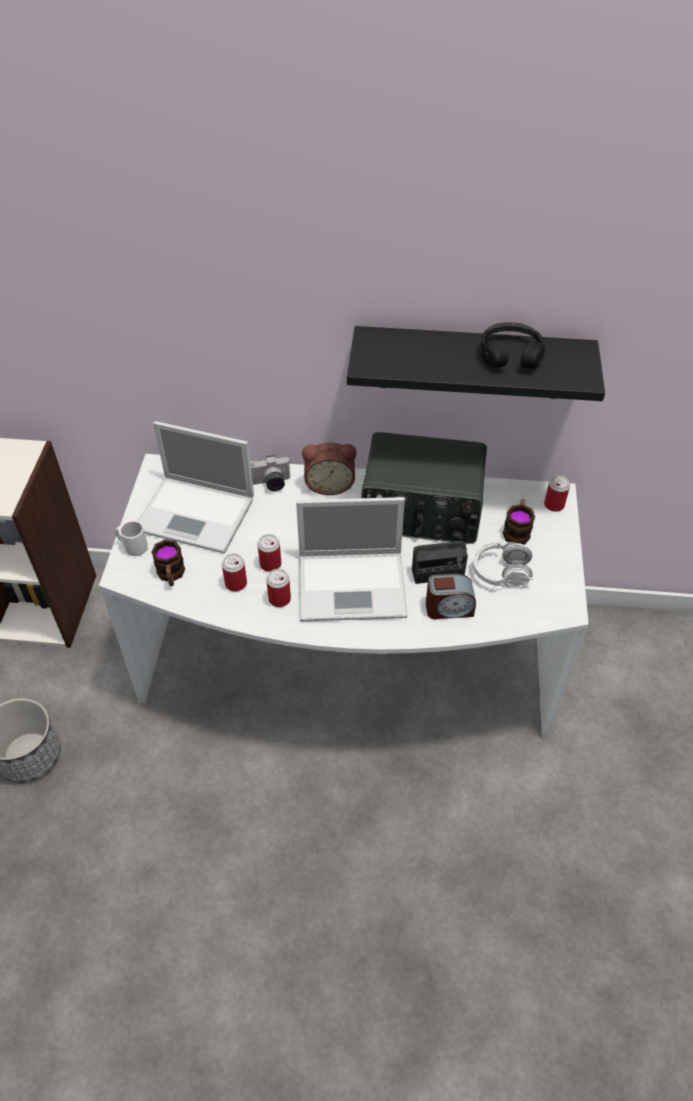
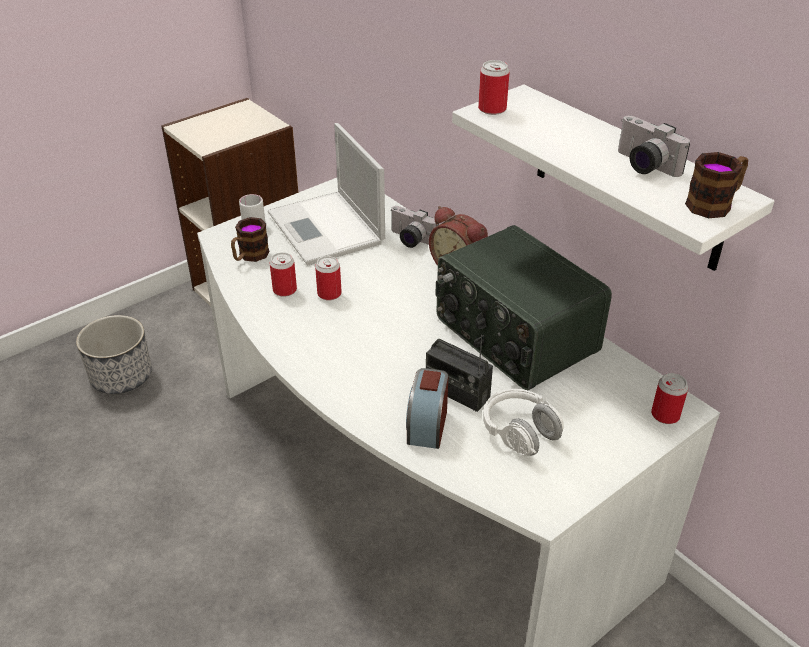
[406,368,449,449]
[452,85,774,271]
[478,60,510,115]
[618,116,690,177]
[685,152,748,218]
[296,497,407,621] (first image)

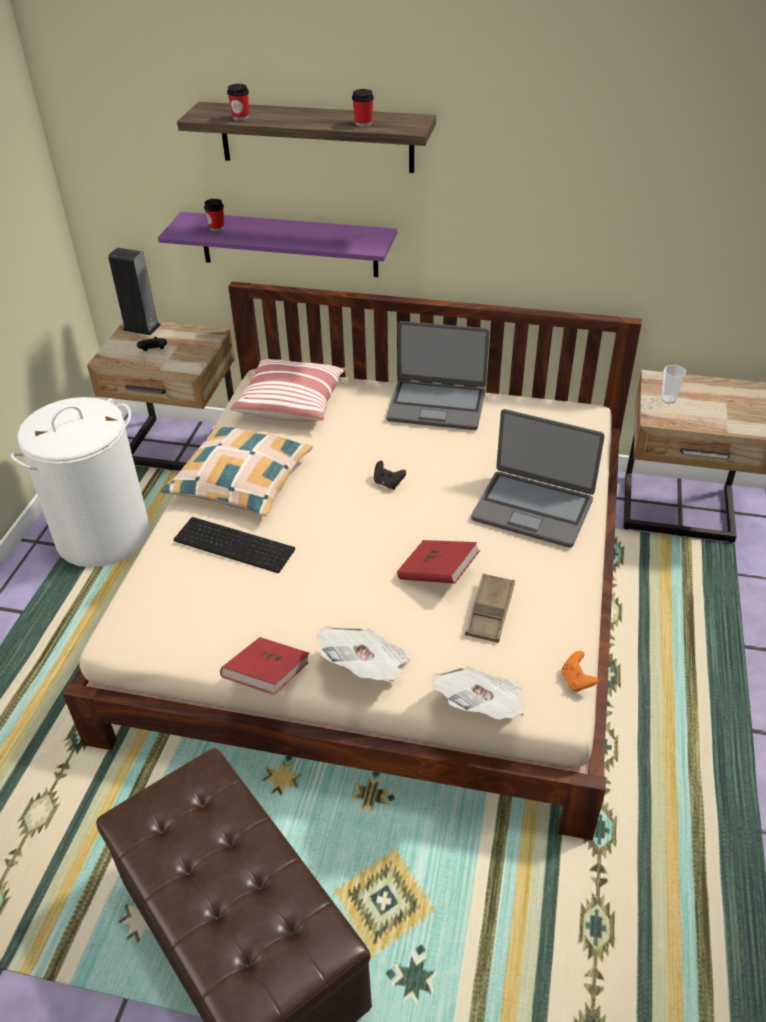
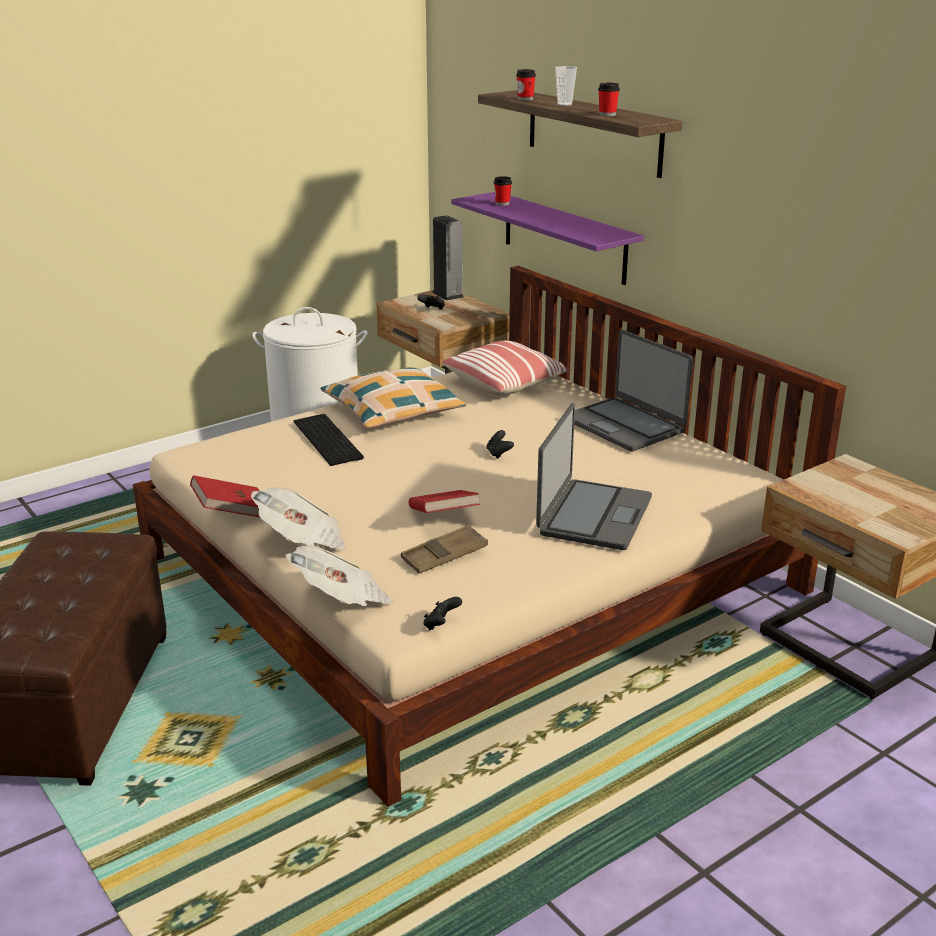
[424,597,462,630]
[536,403,652,550]
[555,66,577,106]

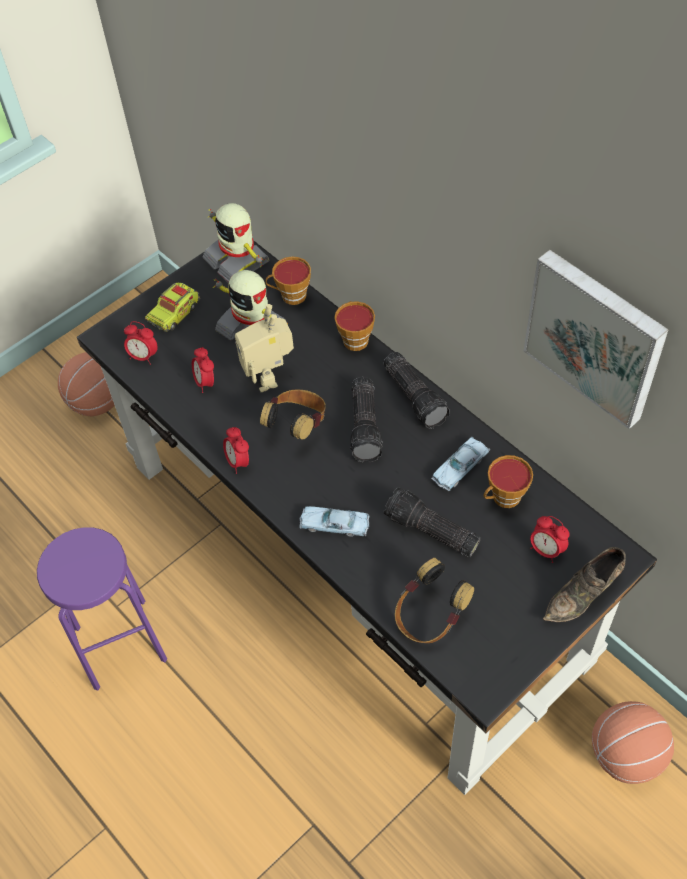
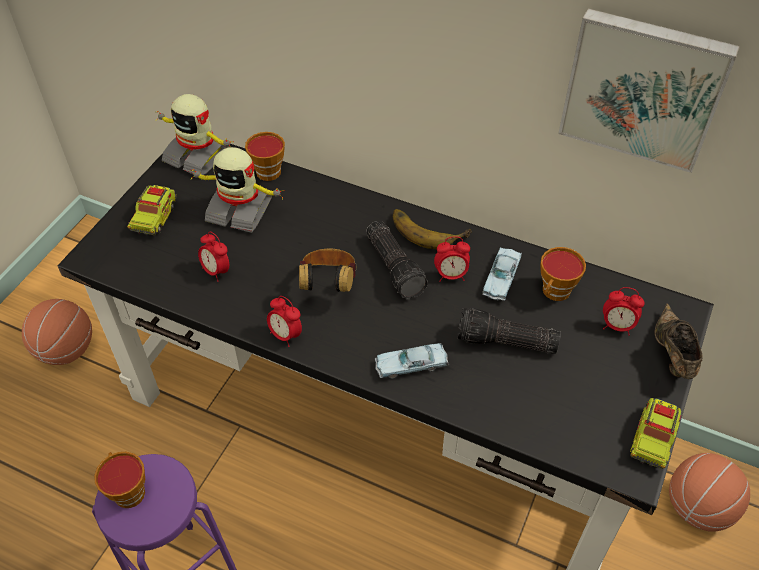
[94,452,145,508]
[393,209,472,249]
[434,236,470,282]
[630,398,681,469]
[654,303,703,379]
[235,304,294,393] (first image)
[395,558,474,643] (first image)

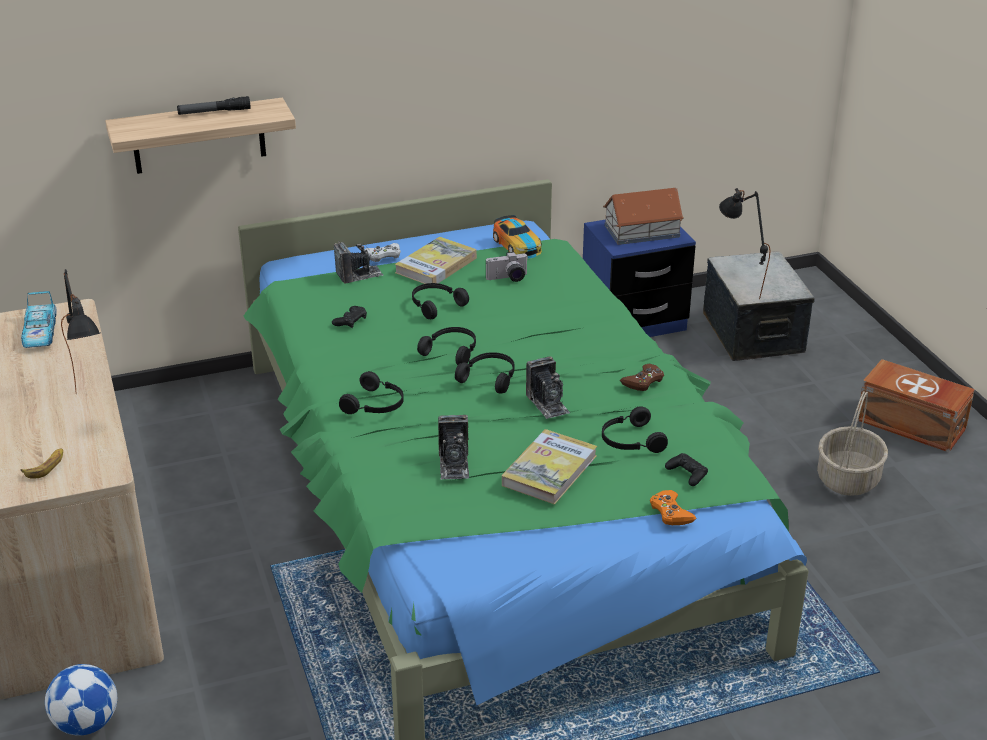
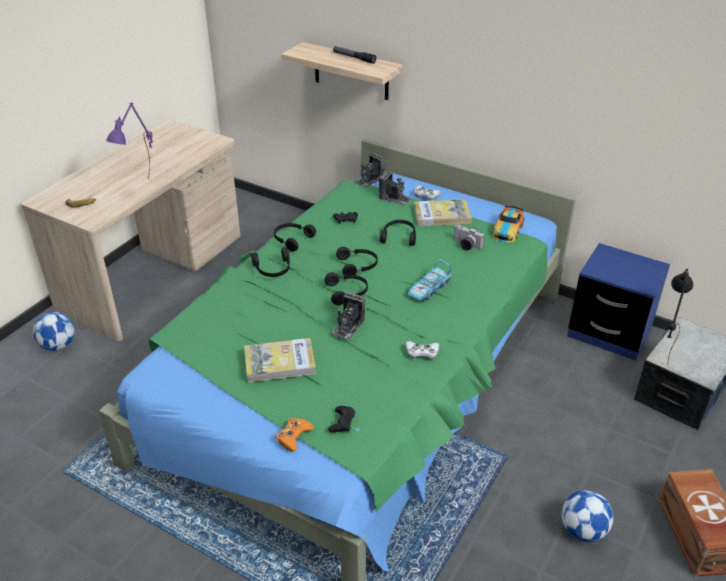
[106,102,153,179]
[274,223,316,251]
[355,153,385,188]
[406,341,439,360]
[408,259,451,301]
[562,490,613,542]
[603,188,684,245] (first image)

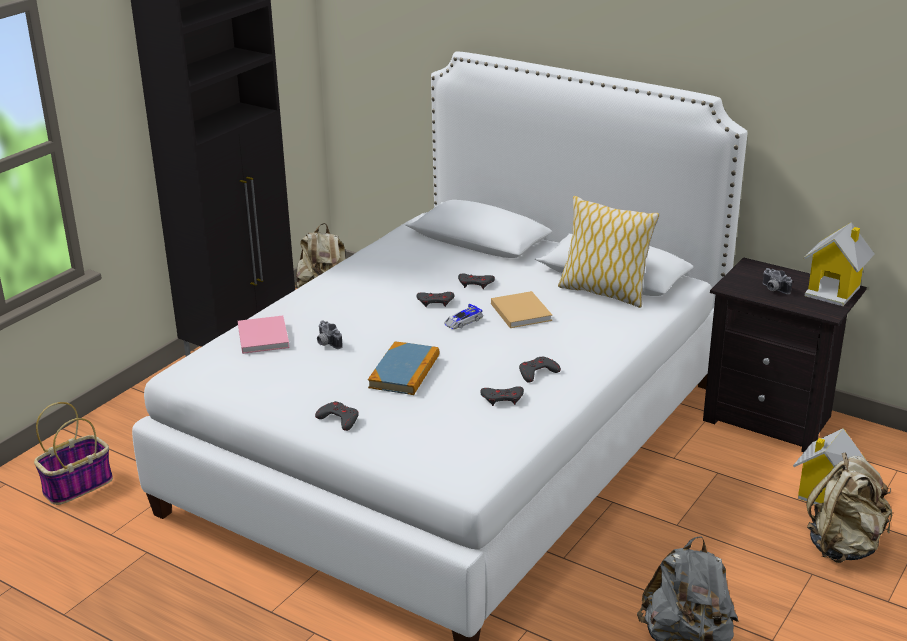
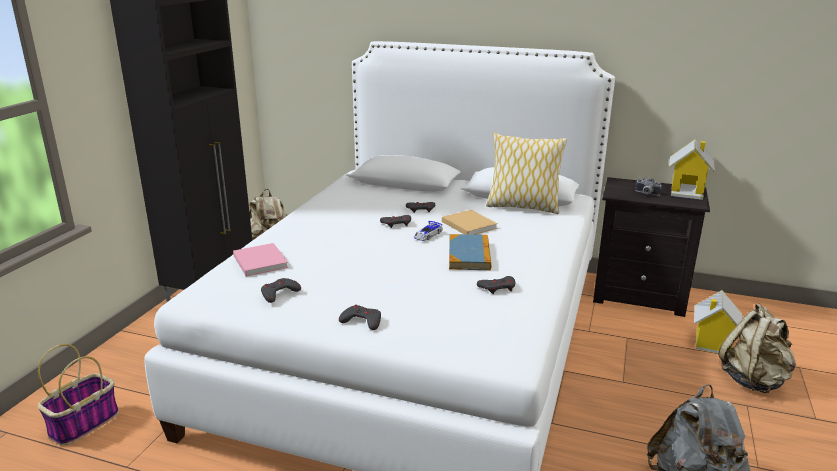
[261,278,301,303]
[449,234,492,270]
[317,321,343,349] (first image)

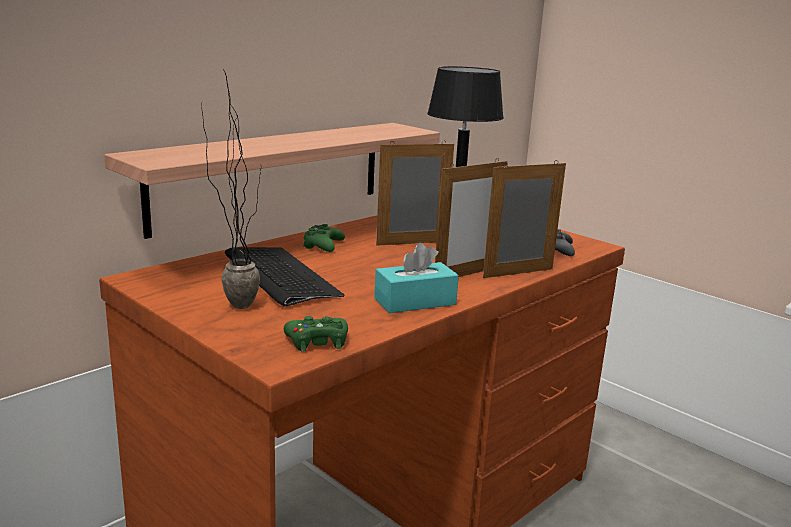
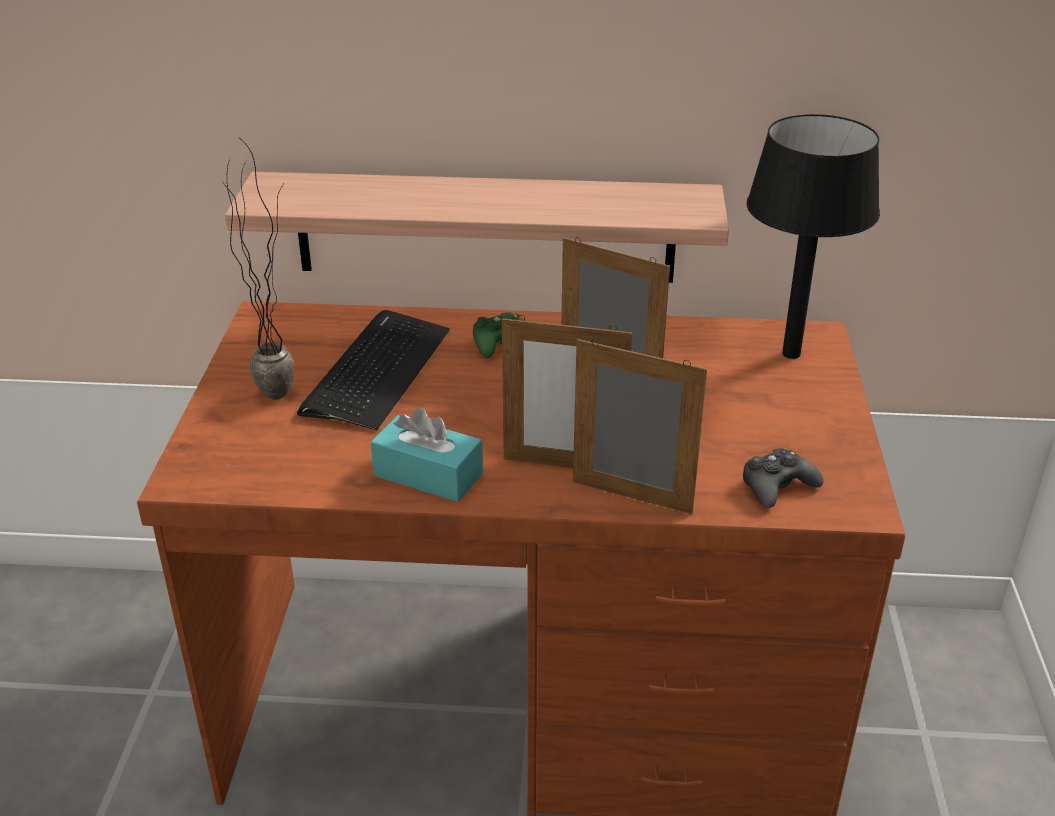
[284,316,348,351] (first image)

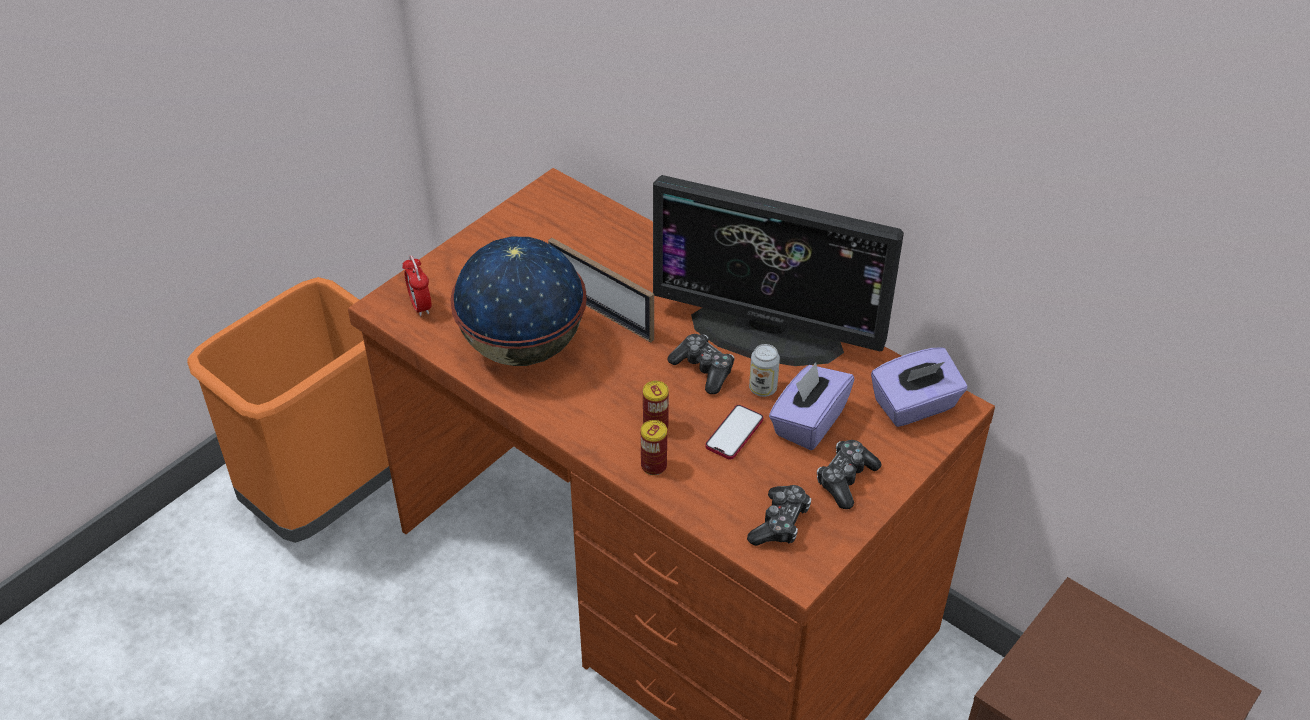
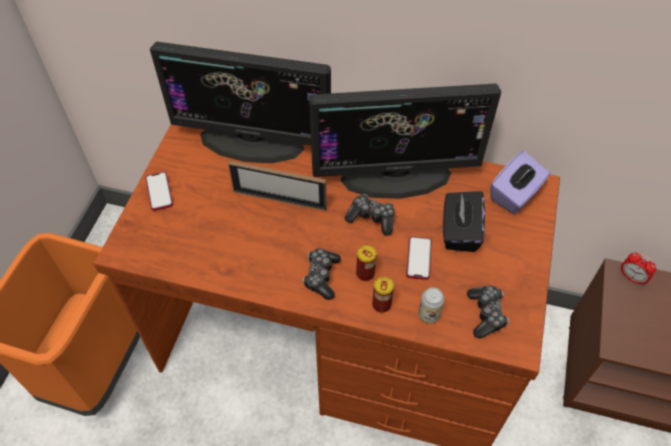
[145,172,173,211]
[150,41,331,163]
[303,248,341,300]
[418,287,444,324]
[443,191,485,252]
[621,253,656,285]
[450,237,587,366] (first image)

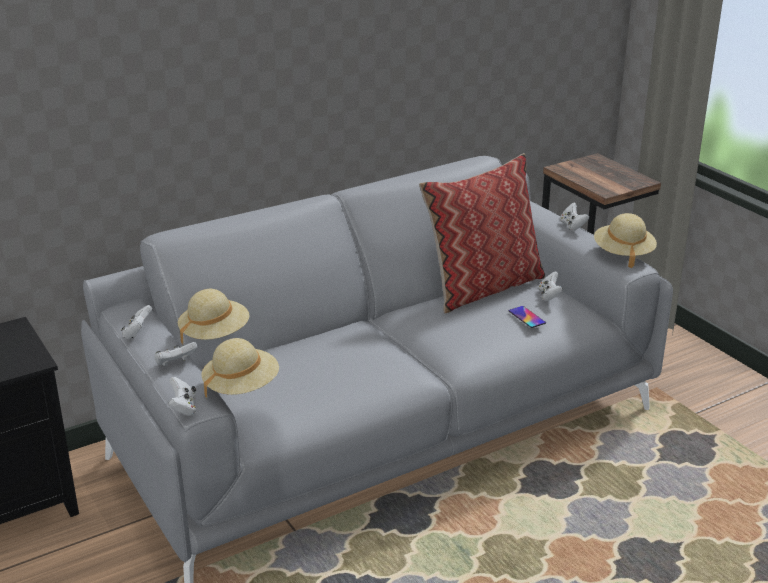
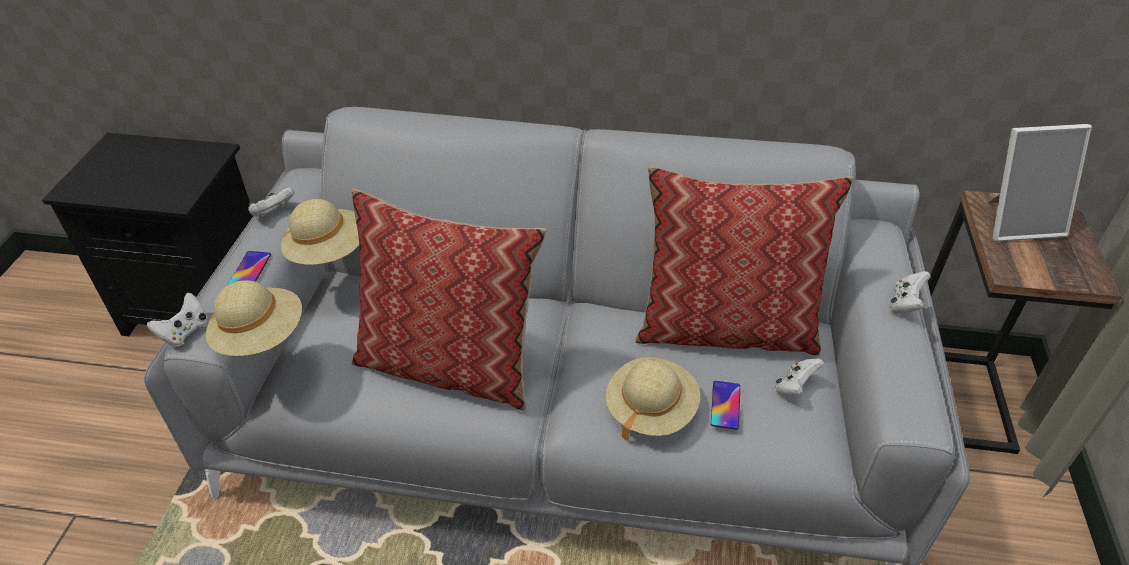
[227,251,271,286]
[351,189,547,411]
[606,357,700,441]
[986,124,1092,242]

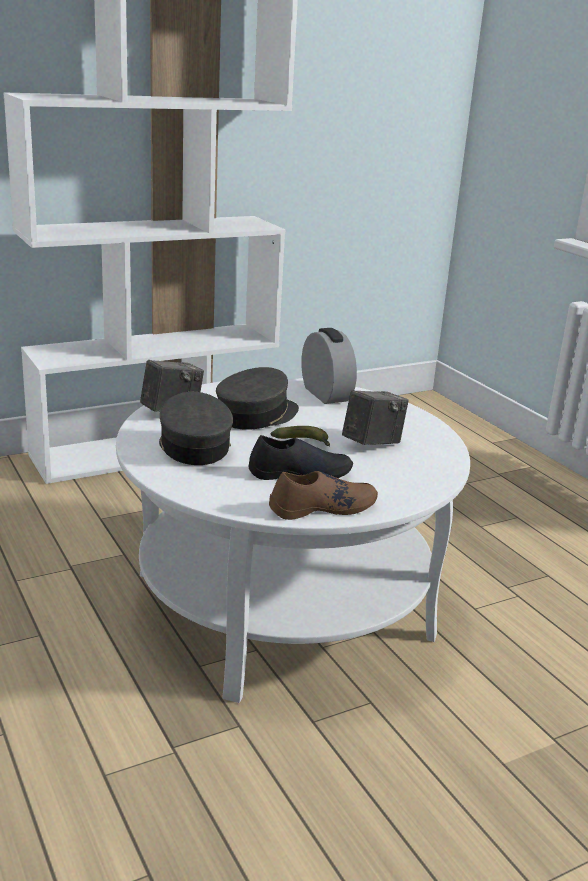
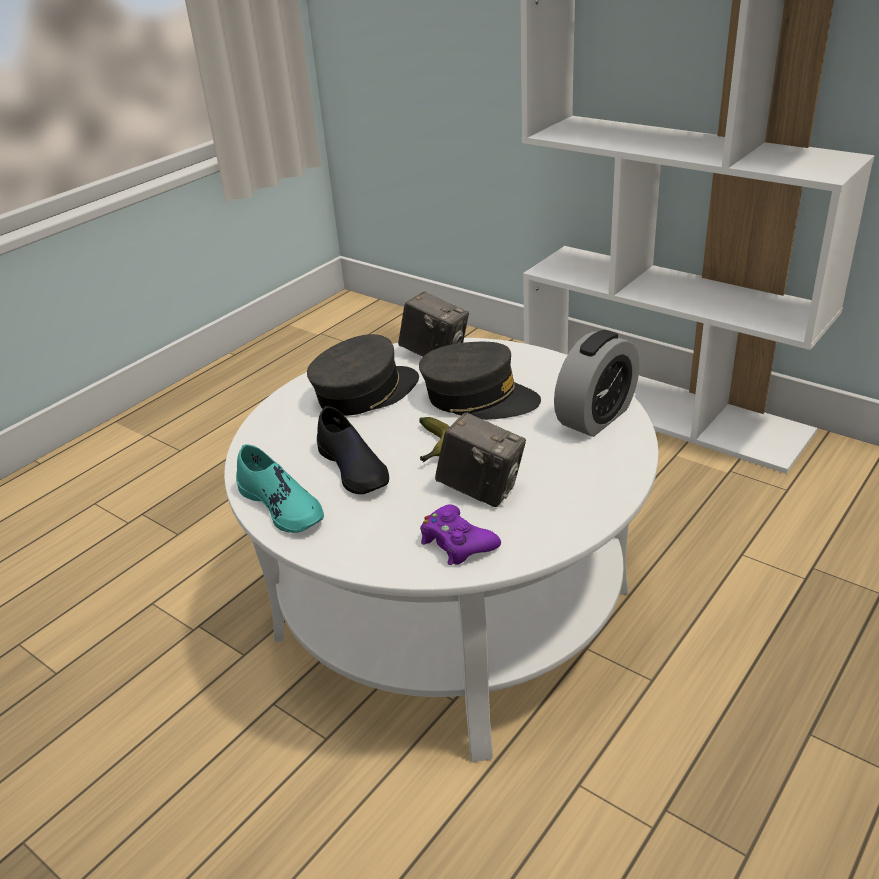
[236,444,324,533]
[420,504,501,565]

